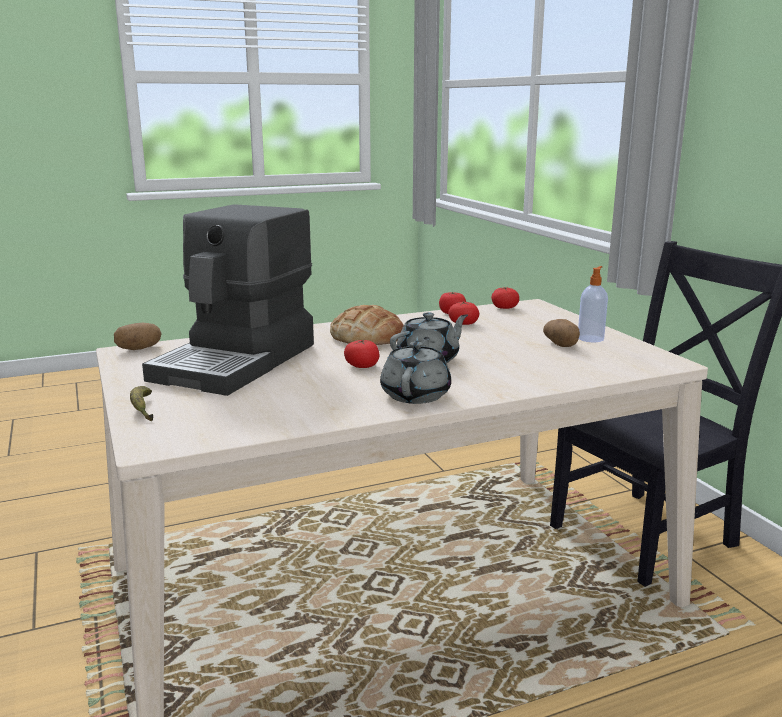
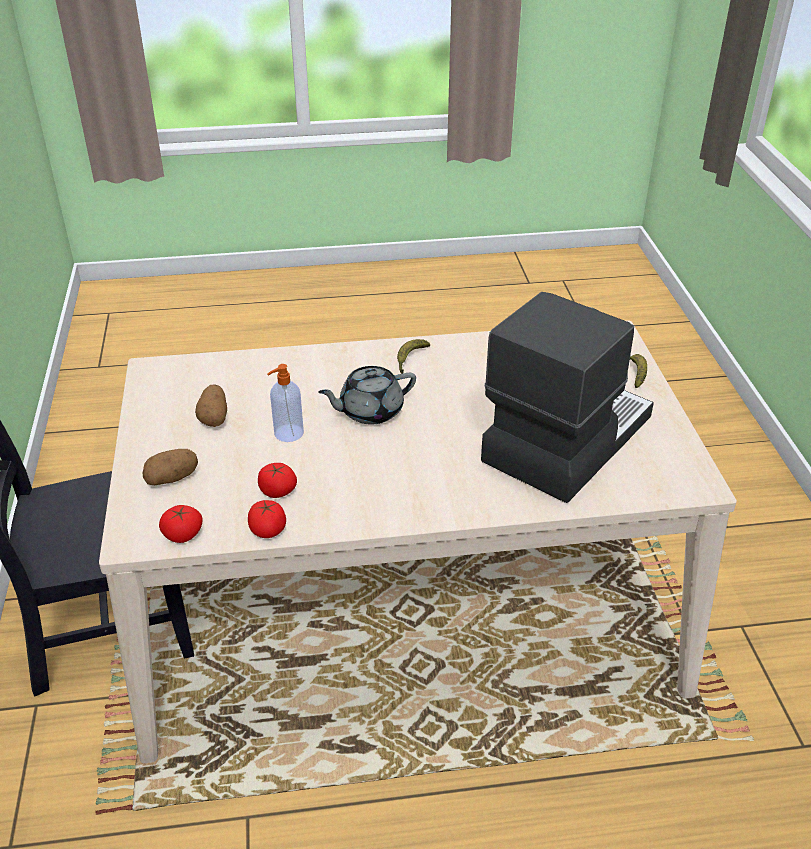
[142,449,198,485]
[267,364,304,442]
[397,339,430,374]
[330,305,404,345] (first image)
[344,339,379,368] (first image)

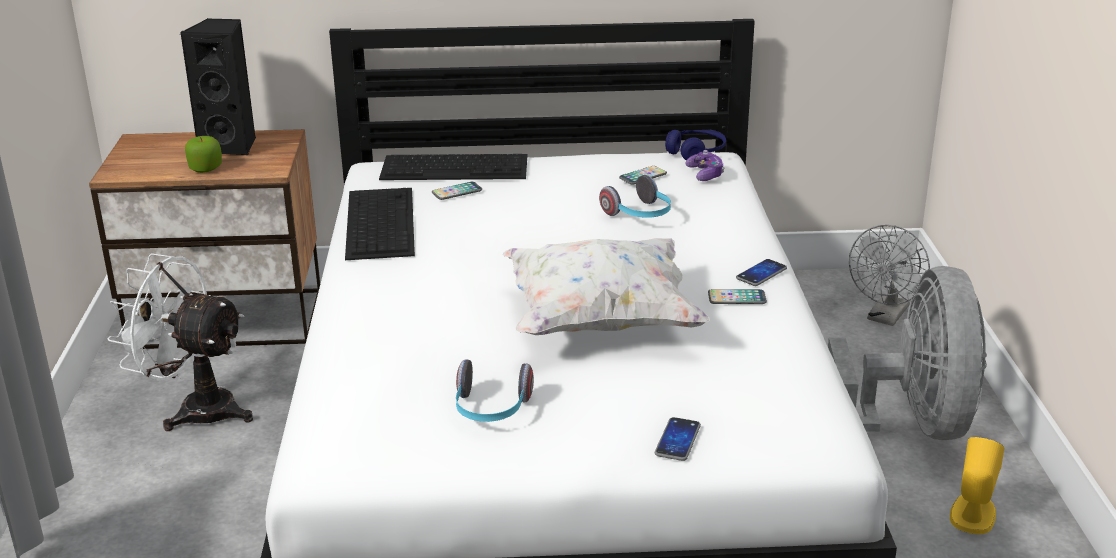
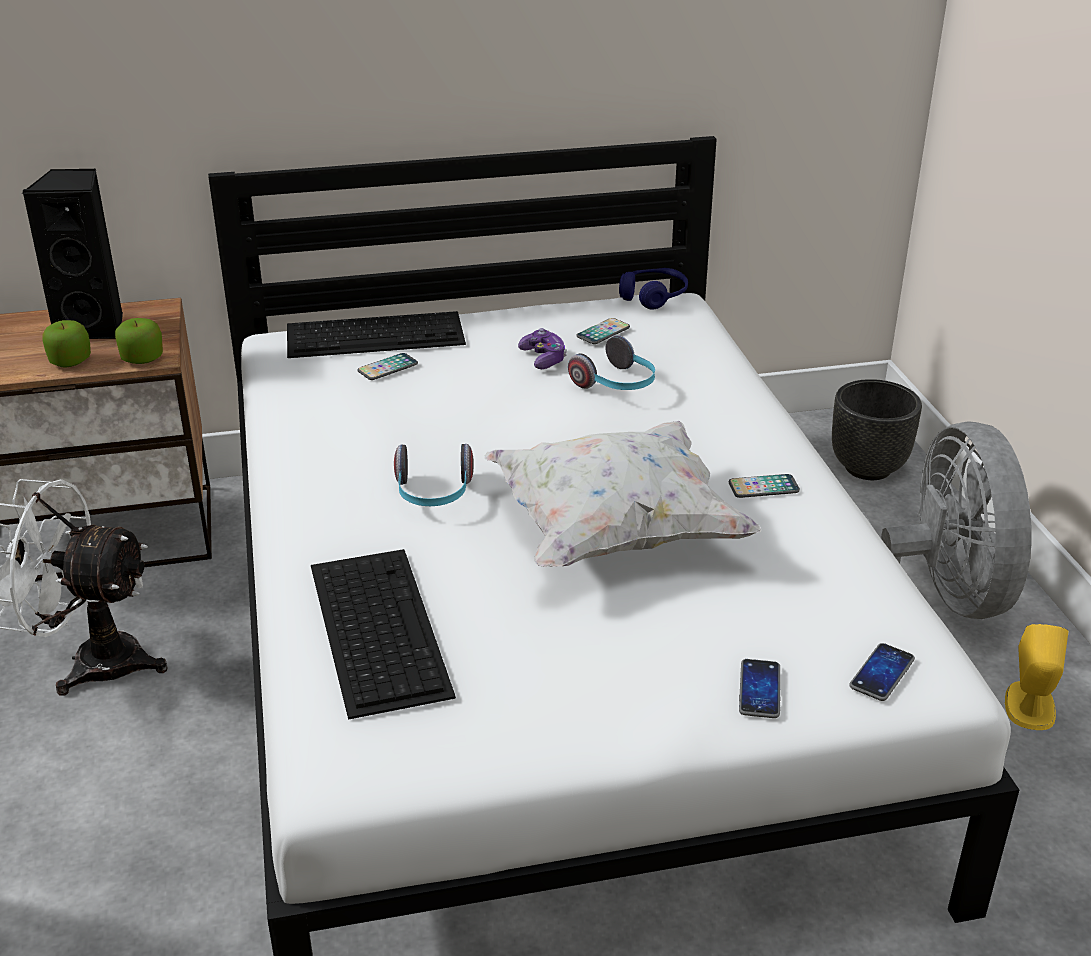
[115,318,163,364]
[311,549,456,720]
[394,444,474,506]
[518,328,567,369]
[832,379,922,480]
[849,643,915,701]

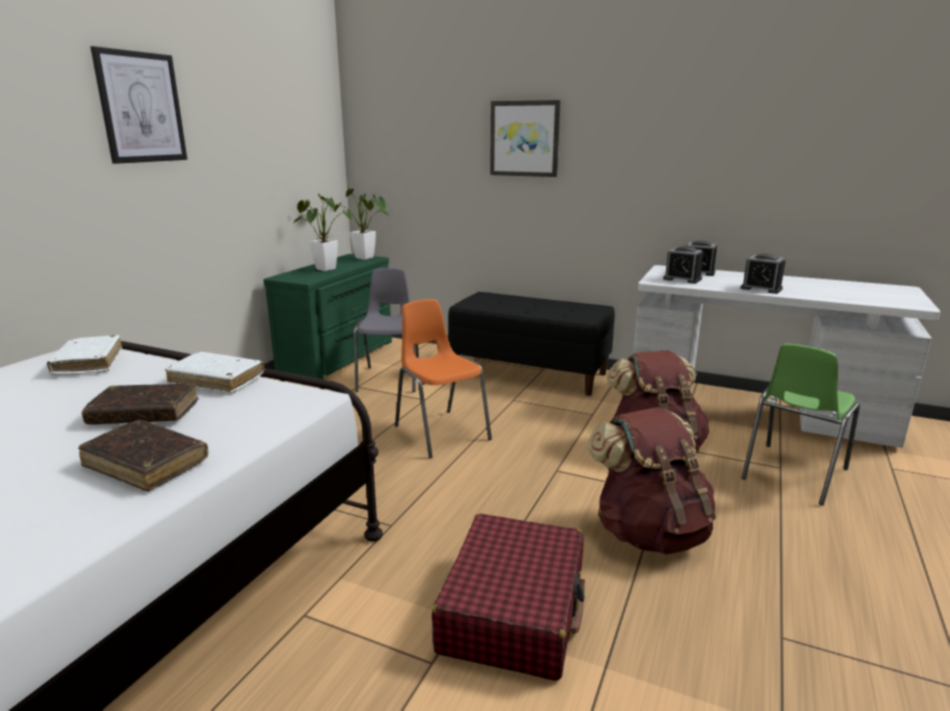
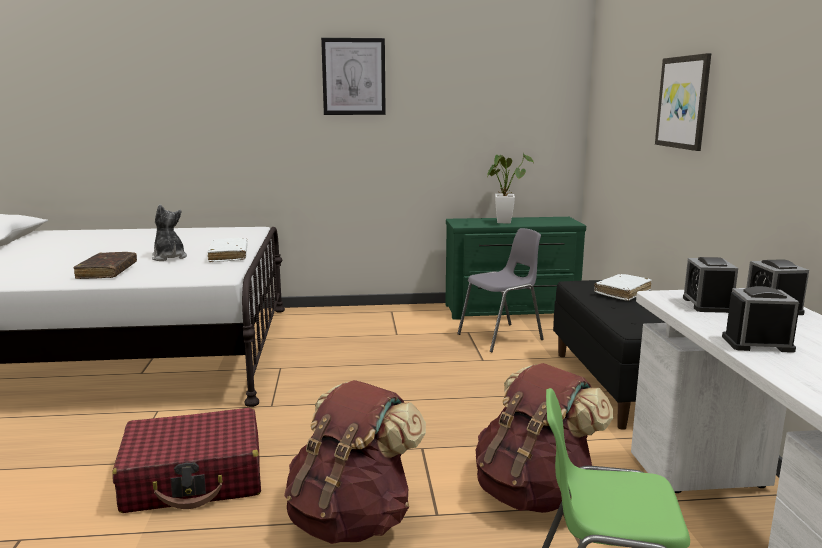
[152,204,187,261]
[594,274,652,301]
[722,286,800,353]
[334,189,389,260] (first image)
[395,299,492,458] (first image)

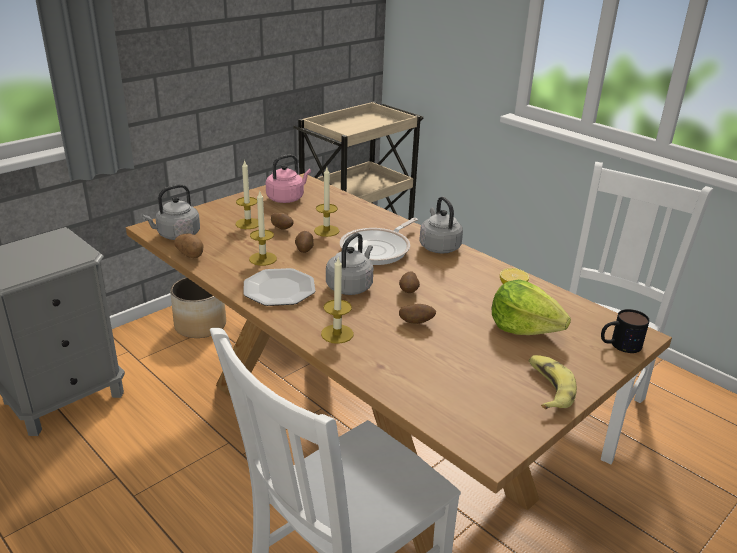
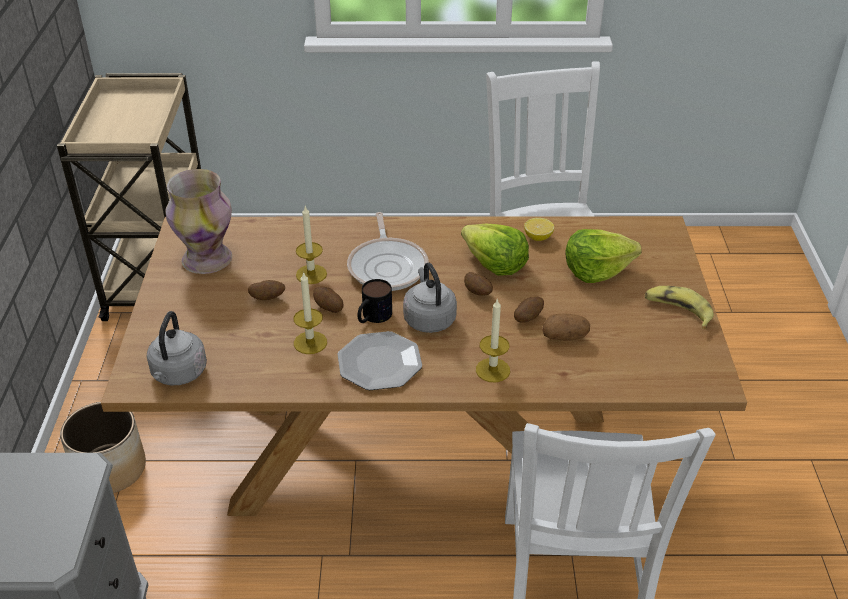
[165,169,232,274]
[358,279,392,323]
[461,224,529,276]
[542,314,590,341]
[236,159,258,229] (first image)
[419,197,463,253] (first image)

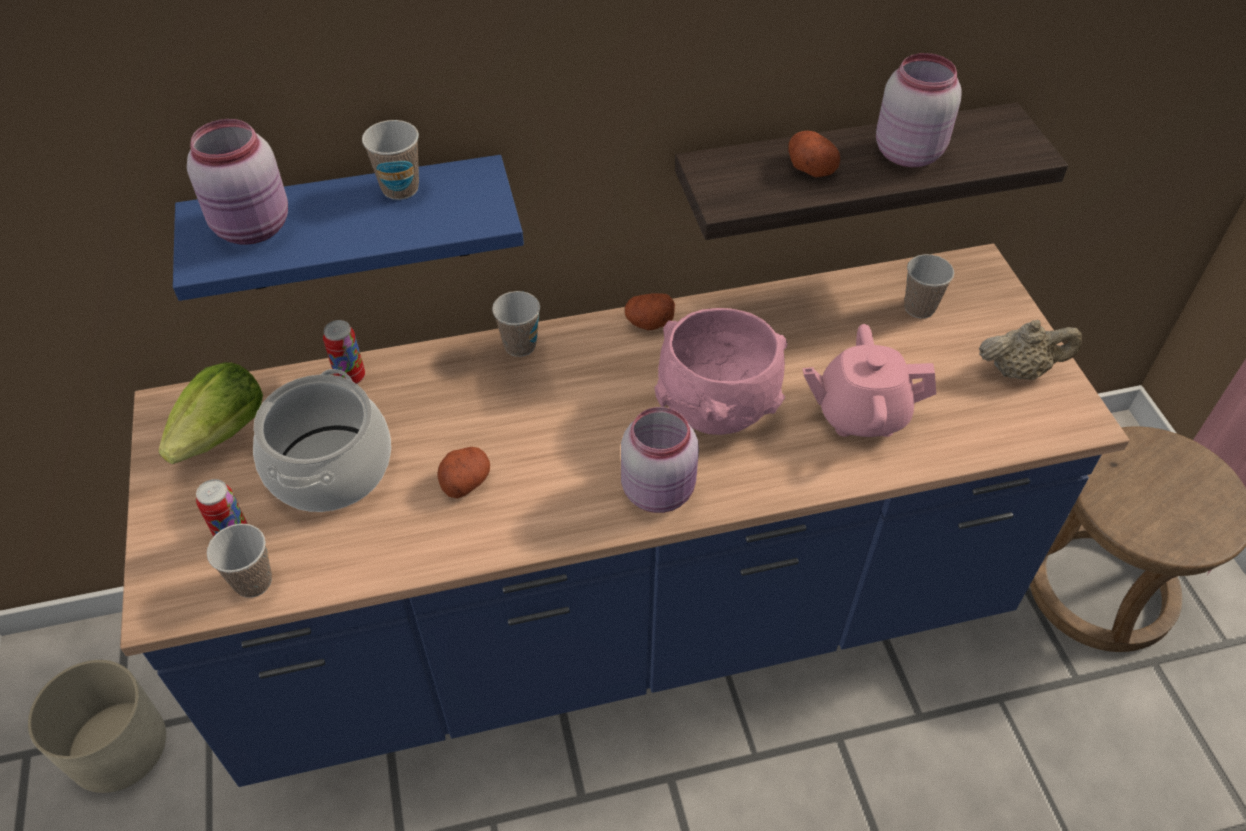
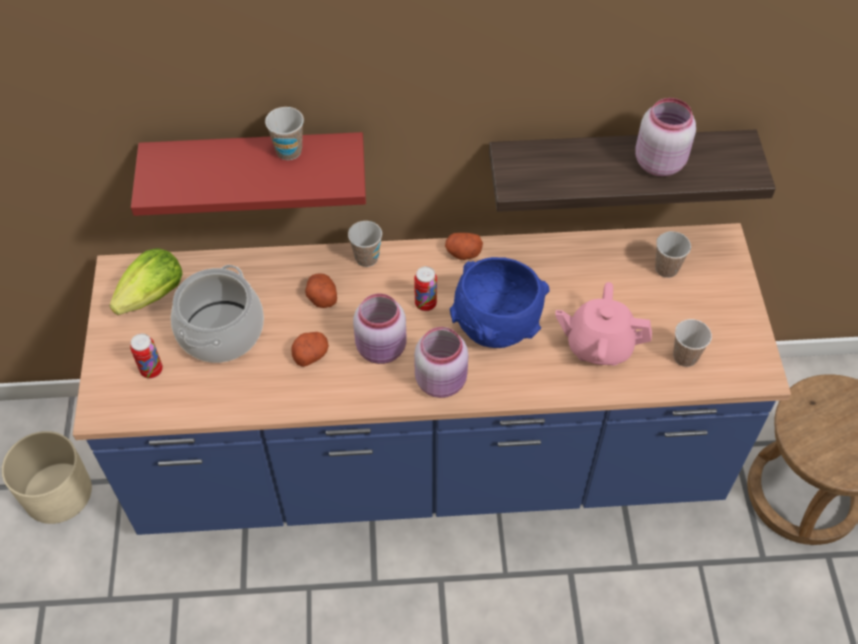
[131,132,366,216]
[305,273,337,308]
[353,293,407,364]
[414,266,437,311]
[450,257,550,348]
[673,319,712,367]
[979,320,1082,380] (first image)

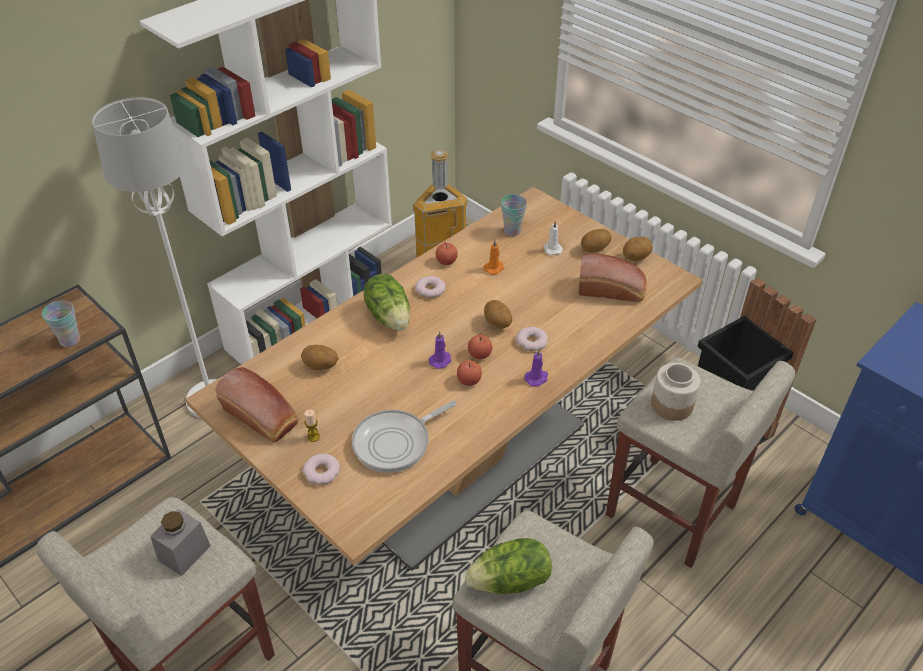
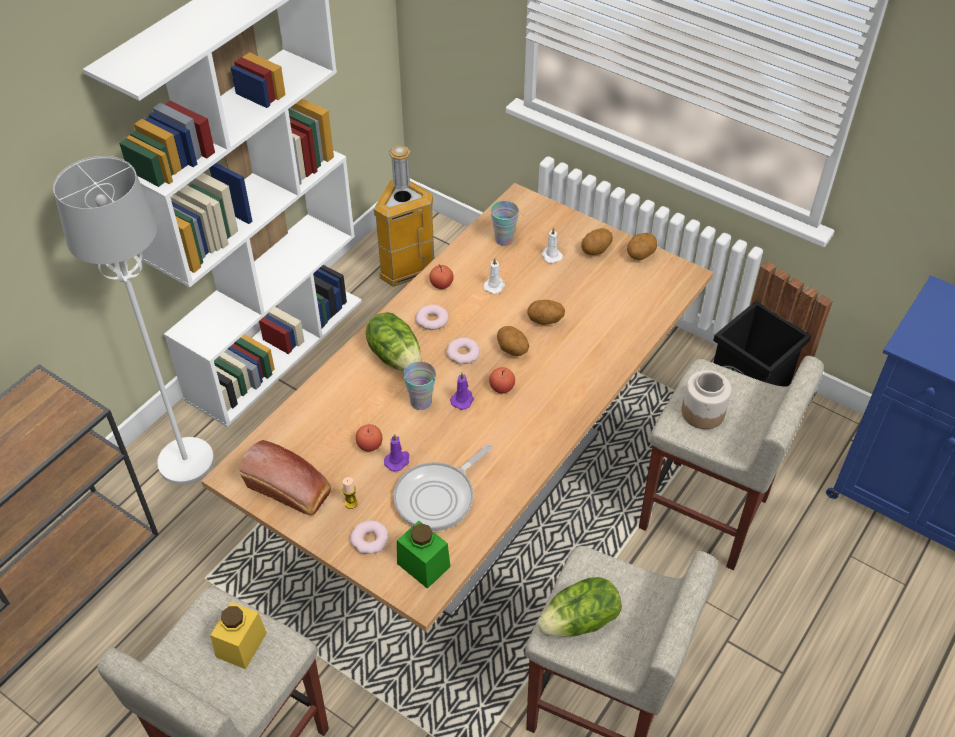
[210,602,267,669]
[356,424,382,452]
[384,434,409,471]
[397,521,451,589]
[403,361,436,410]
[446,338,480,364]
[483,258,505,294]
[527,300,565,325]
[579,253,647,302] (first image)

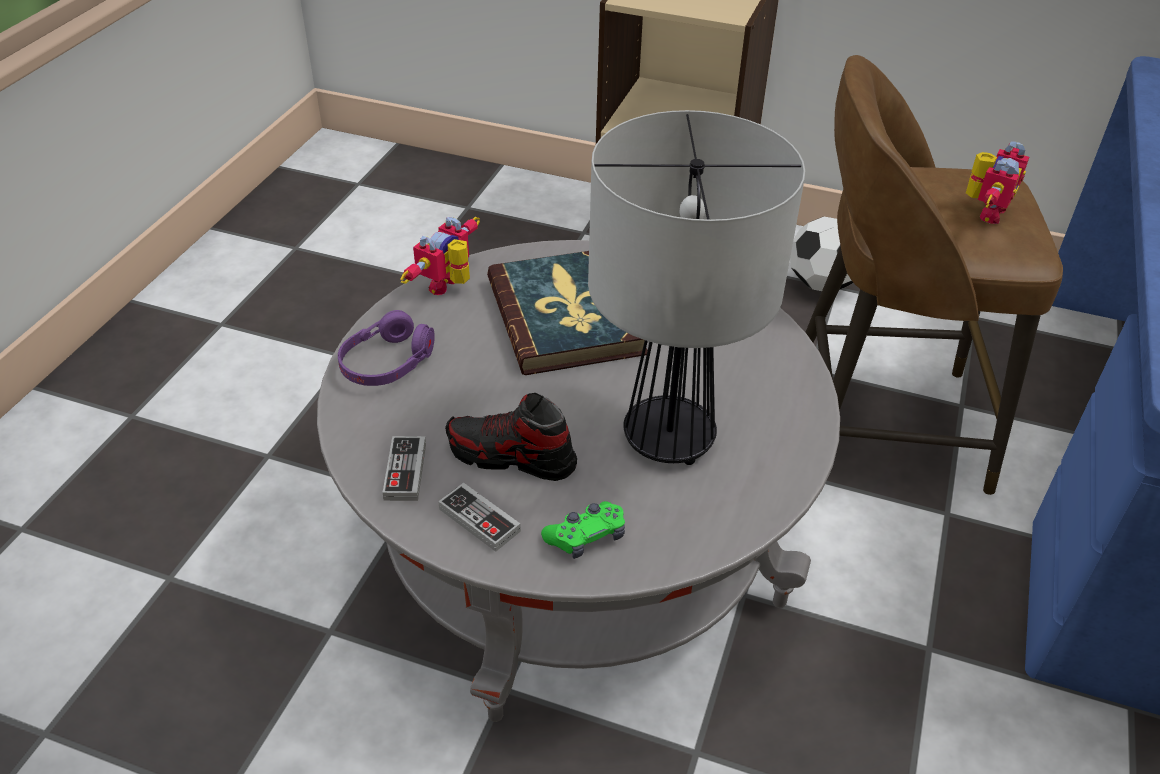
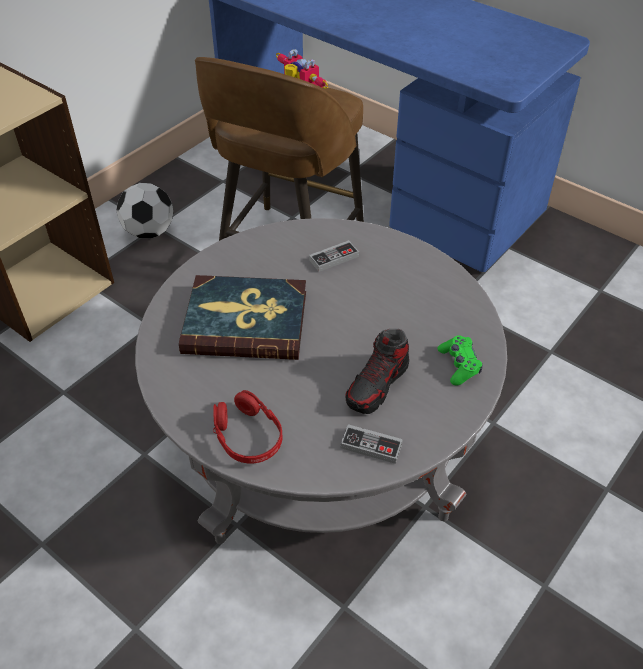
[213,390,282,464]
[309,240,359,272]
[401,217,480,295] (first image)
[588,110,805,465] (first image)

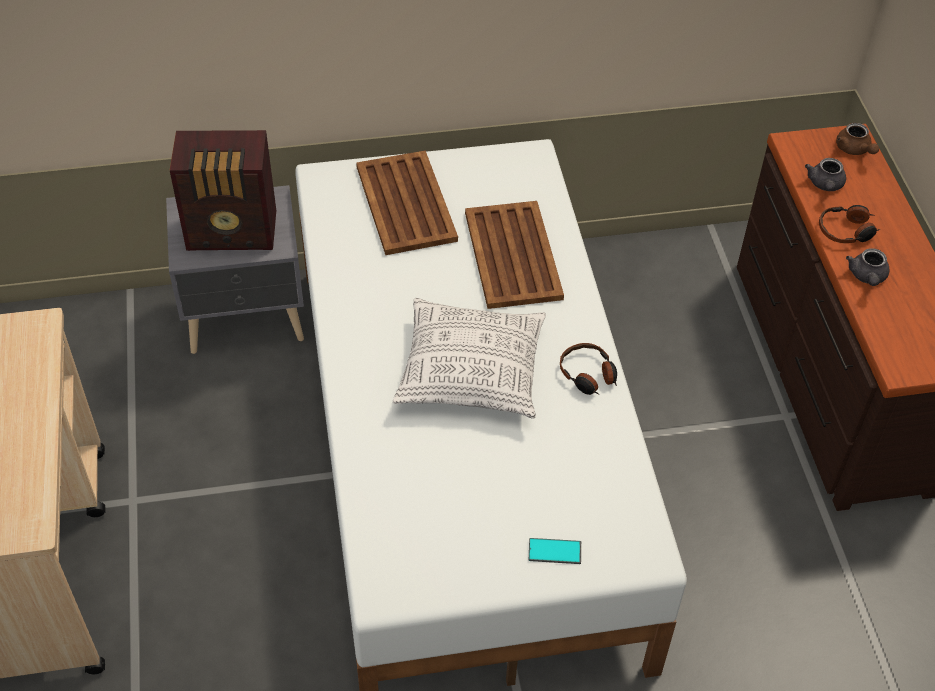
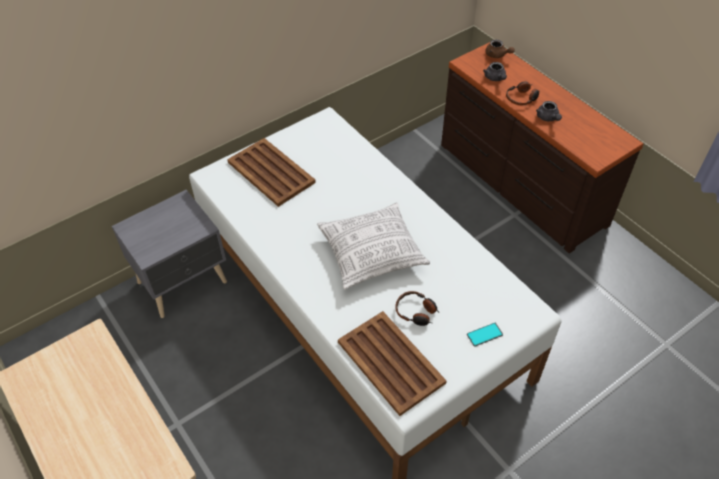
[338,311,447,416]
[395,291,440,326]
[170,130,276,251] (first image)

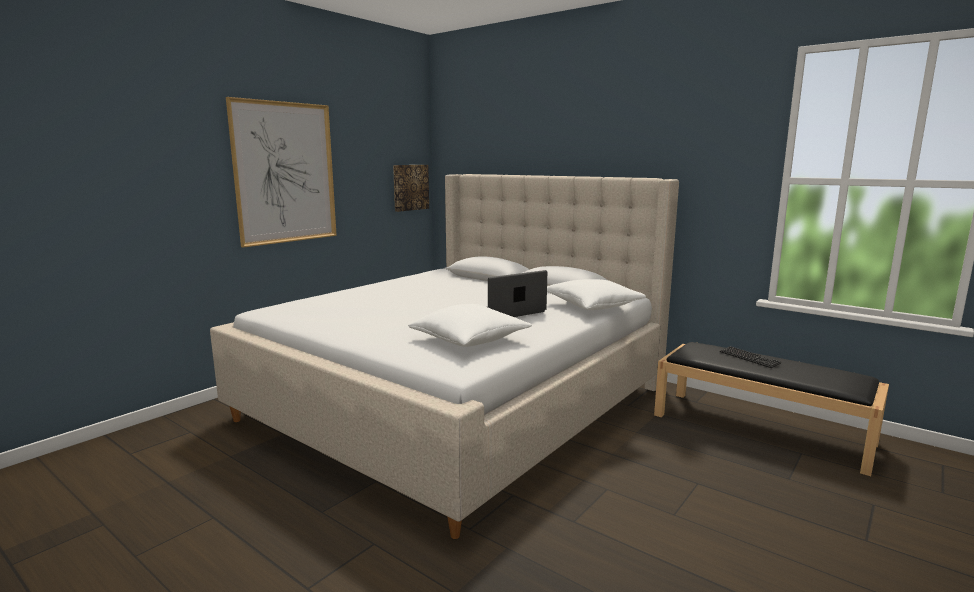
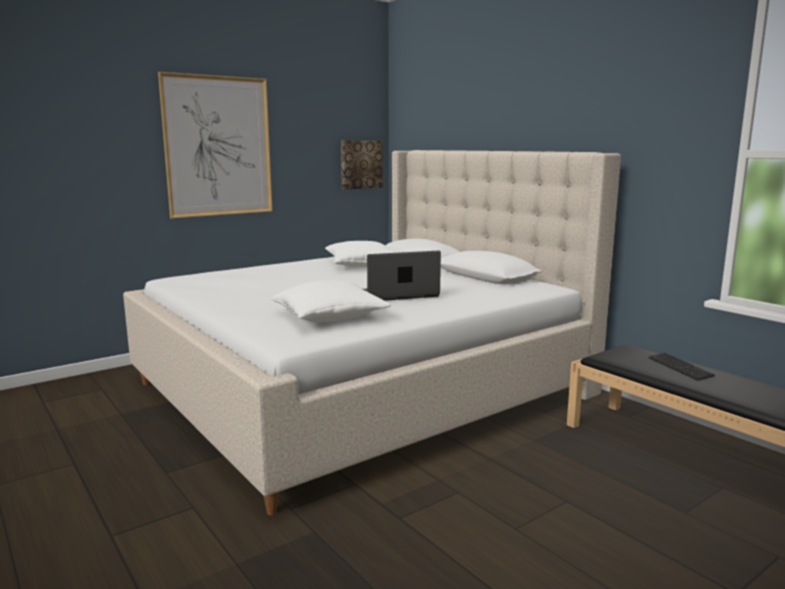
[325,241,396,267]

